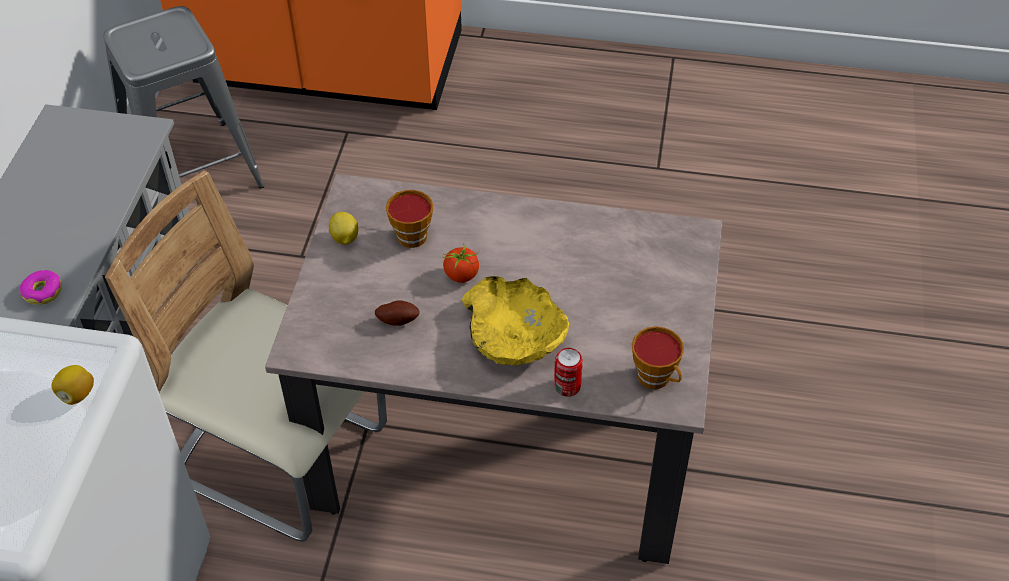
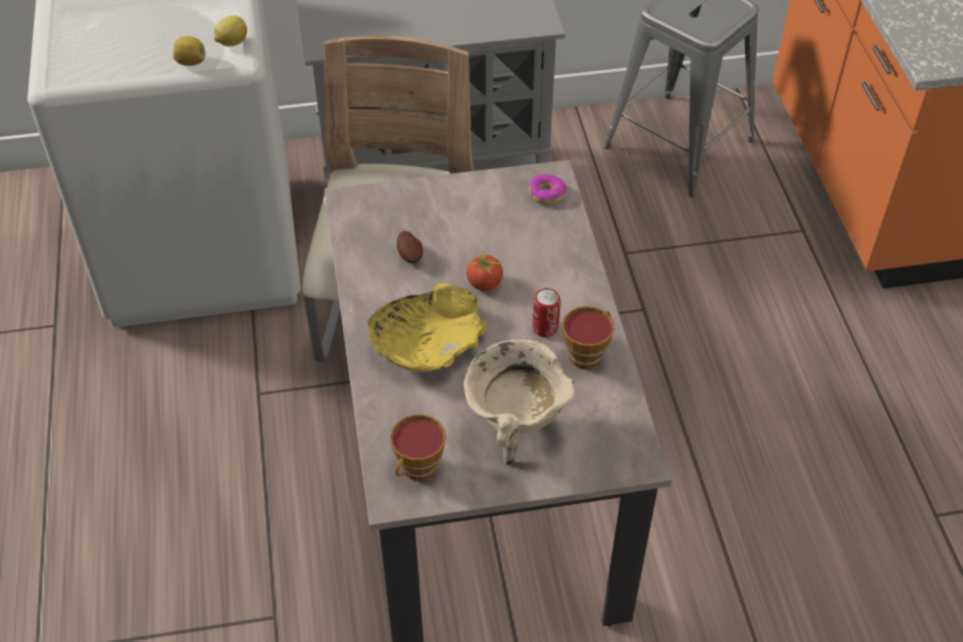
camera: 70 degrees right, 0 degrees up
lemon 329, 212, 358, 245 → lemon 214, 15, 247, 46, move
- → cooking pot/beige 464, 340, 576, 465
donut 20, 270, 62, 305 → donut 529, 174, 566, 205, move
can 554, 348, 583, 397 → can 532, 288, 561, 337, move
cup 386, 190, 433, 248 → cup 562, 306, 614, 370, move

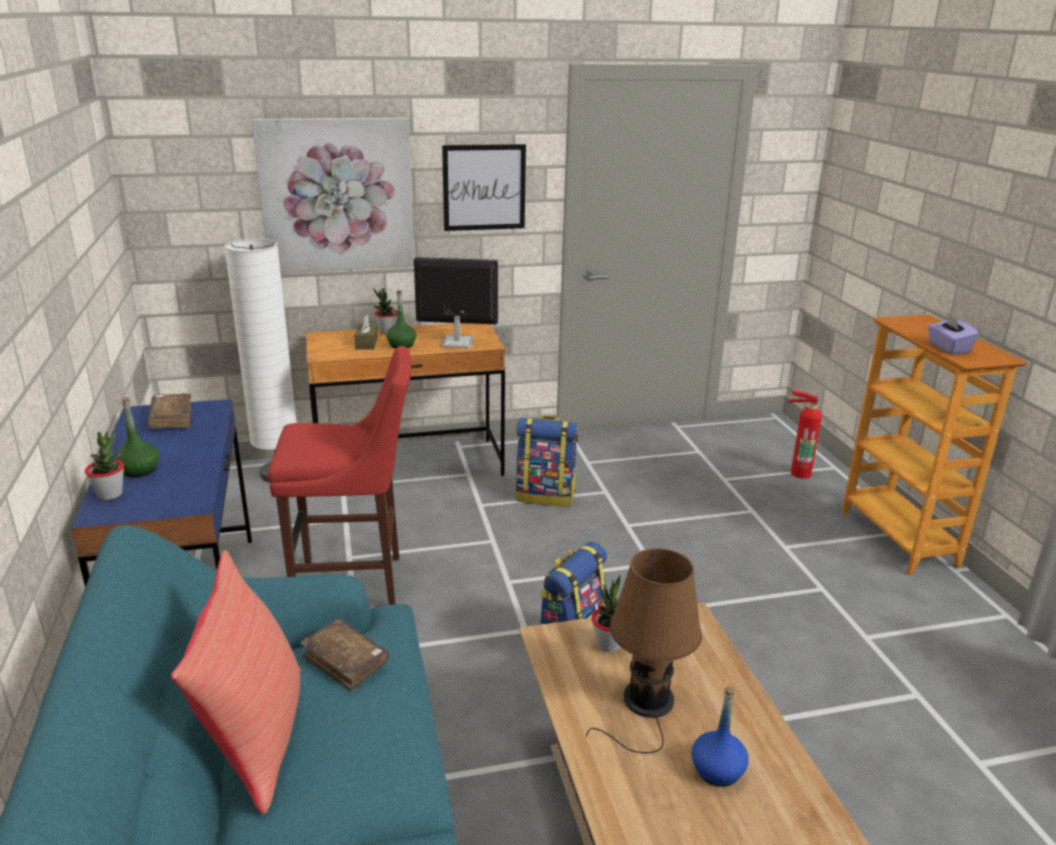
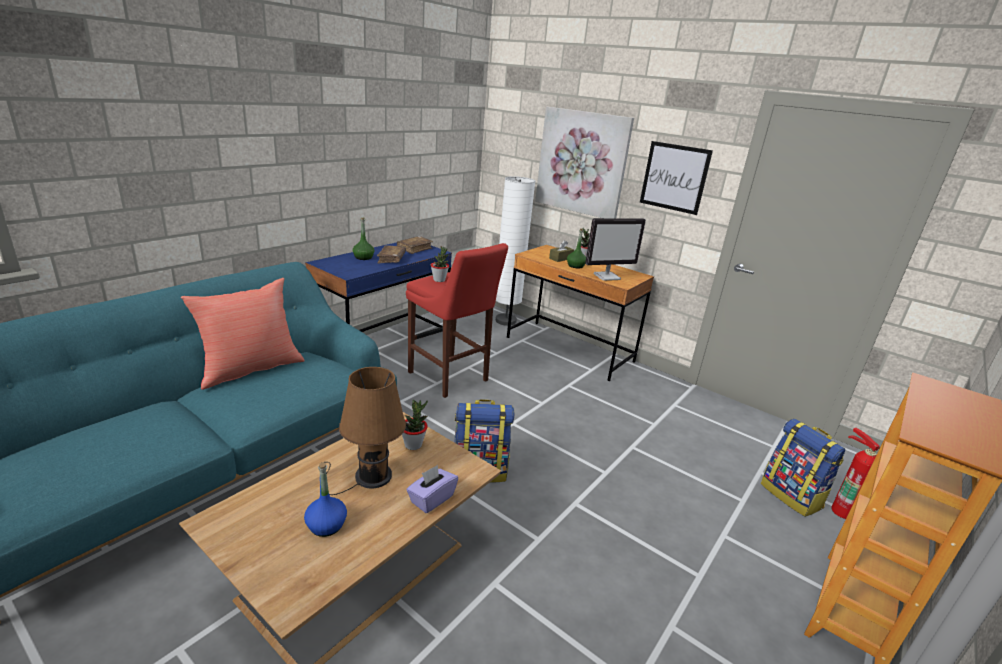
camera: 50 degrees right, 0 degrees up
book/brown 300, 619, 389, 692 → book/brown 377, 245, 406, 263, move
tissue box/purple 928, 314, 979, 354 → tissue box/purple 406, 465, 458, 513, move
potted plant 85, 432, 124, 500 → potted plant 431, 246, 449, 282, move
monitor 414, 257, 498, 348 → monitor 585, 218, 646, 281, 105 degrees clockwise
backpack 516, 416, 578, 507 → backpack 761, 419, 845, 517, move

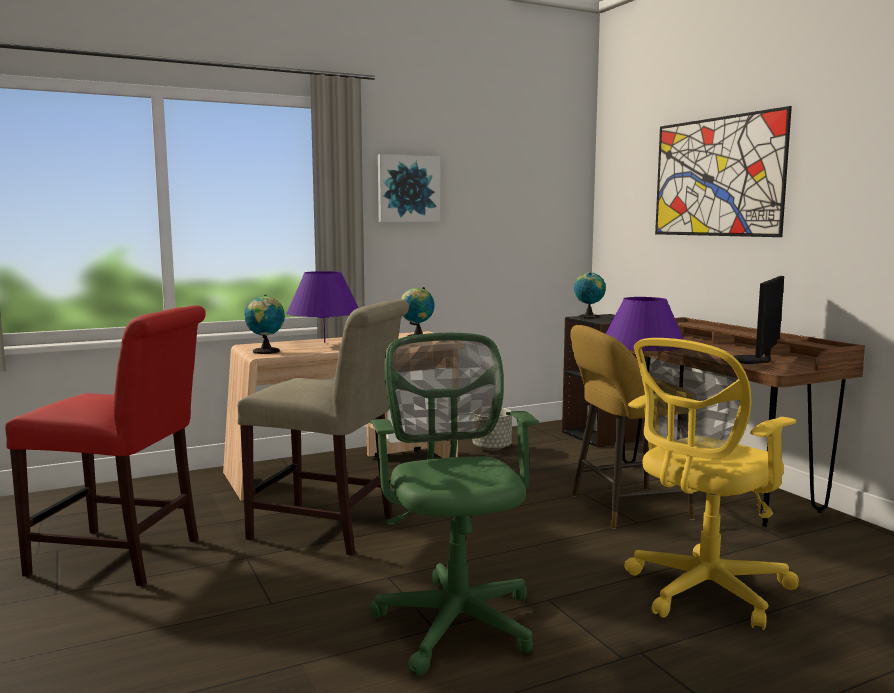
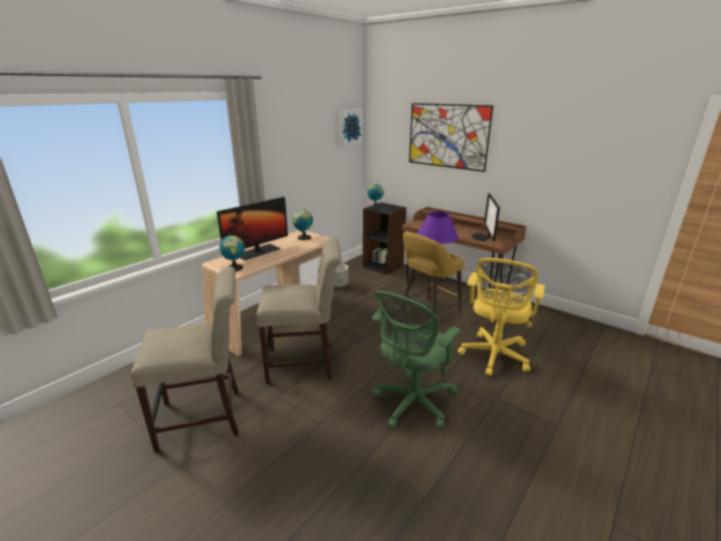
camera: 25 degrees left, 15 degrees up
chair/red 5, 305, 206, 586 → chair/beige 131, 267, 239, 452
table lamp/purple 287, 271, 359, 343 → monitor 217, 197, 288, 260
picture 378, 154, 440, 222 → picture 339, 108, 363, 146, move
office chair/green 369, 333, 539, 676 → office chair/green 372, 291, 461, 429, 105 degrees counterclockwise

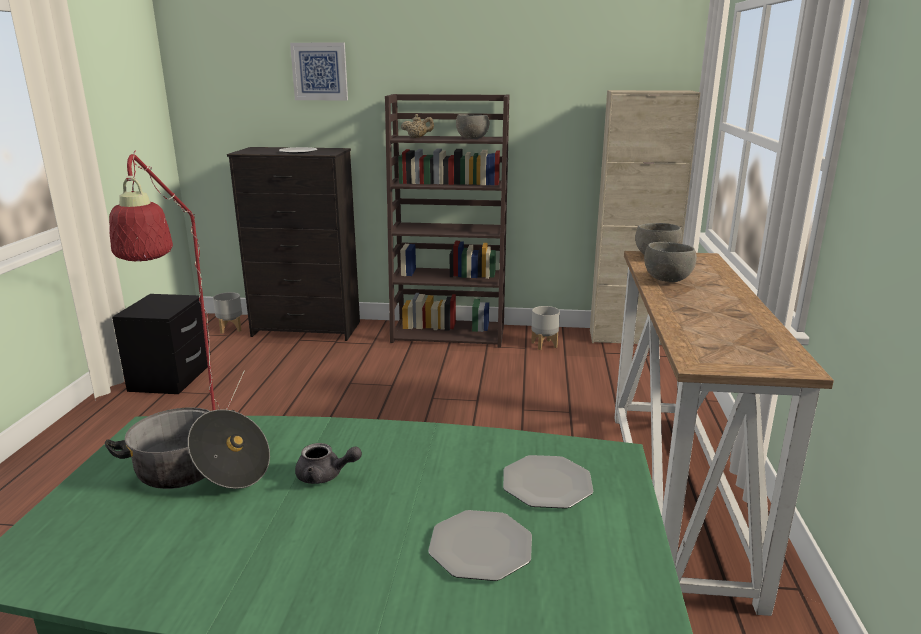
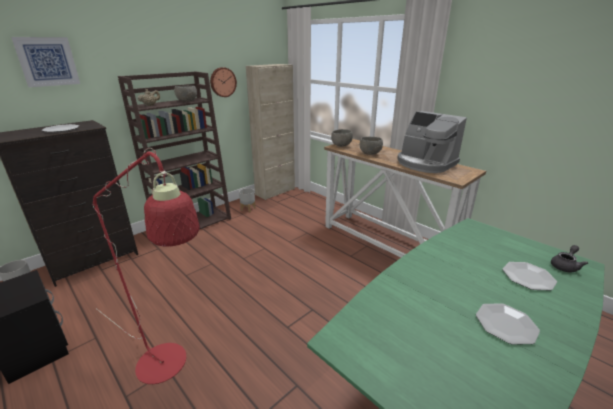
camera: 50 degrees left, 5 degrees up
- → wall clock 210, 67, 237, 97
- → coffee machine 397, 111, 467, 173
plate 503, 455, 593, 508 → plate 476, 304, 540, 345, move
teapot/grey 295, 443, 362, 484 → teapot/grey 551, 245, 588, 273, move
cooking pot 105, 407, 270, 489 → -

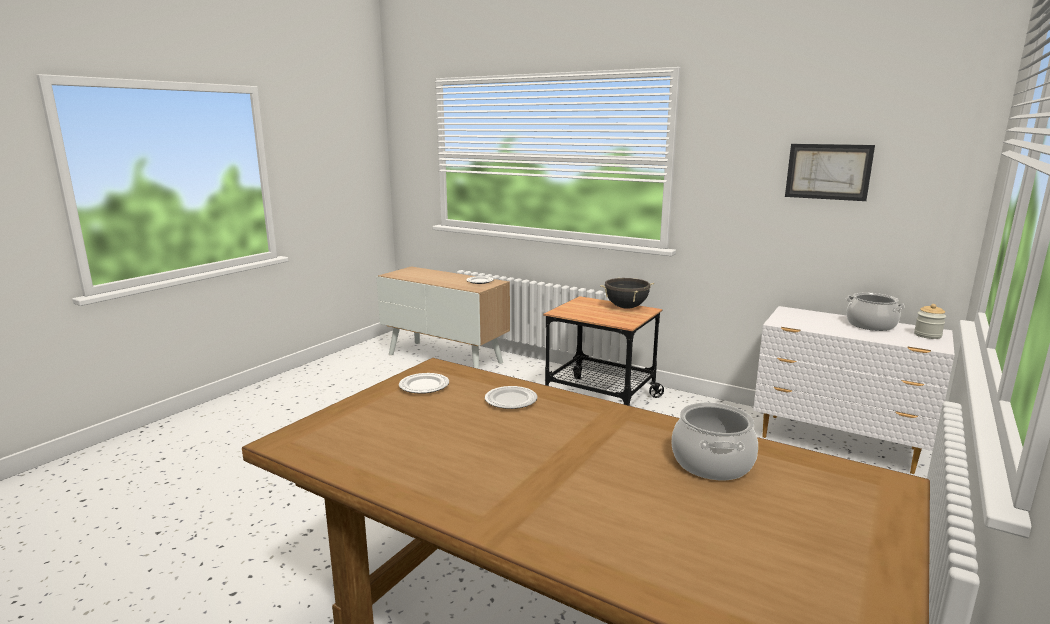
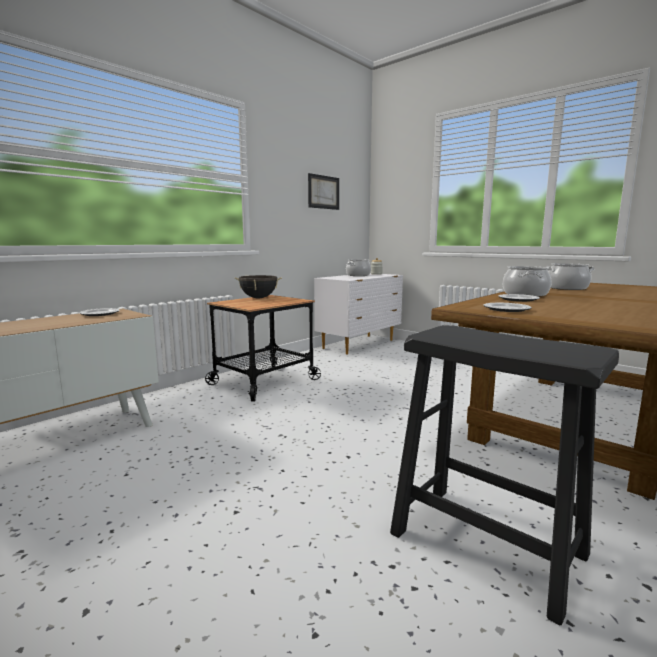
camera: 80 degrees left, 5 degrees down
- → stool/black 390, 325, 619, 626
- → cooking pot 503, 266, 552, 296

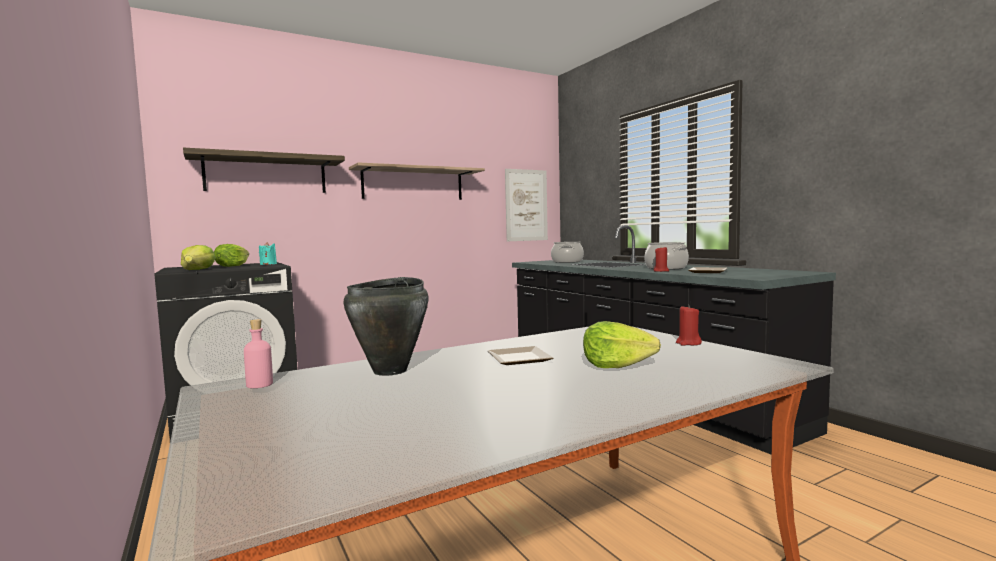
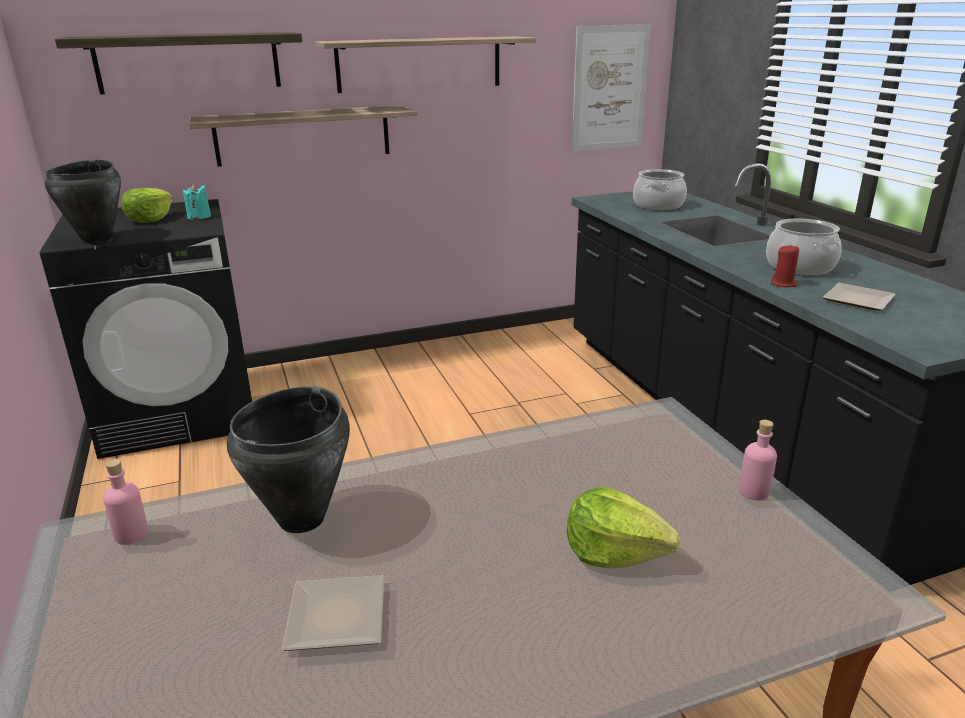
camera: 10 degrees right, 20 degrees up
lettuce 181, 245, 216, 270 → cooking pot/black 44, 159, 121, 243
- → shelf 189, 105, 418, 167
plate 488, 346, 553, 365 → plate 282, 575, 384, 651, move
candle/red 676, 306, 702, 346 → bottle/pink 739, 420, 777, 500

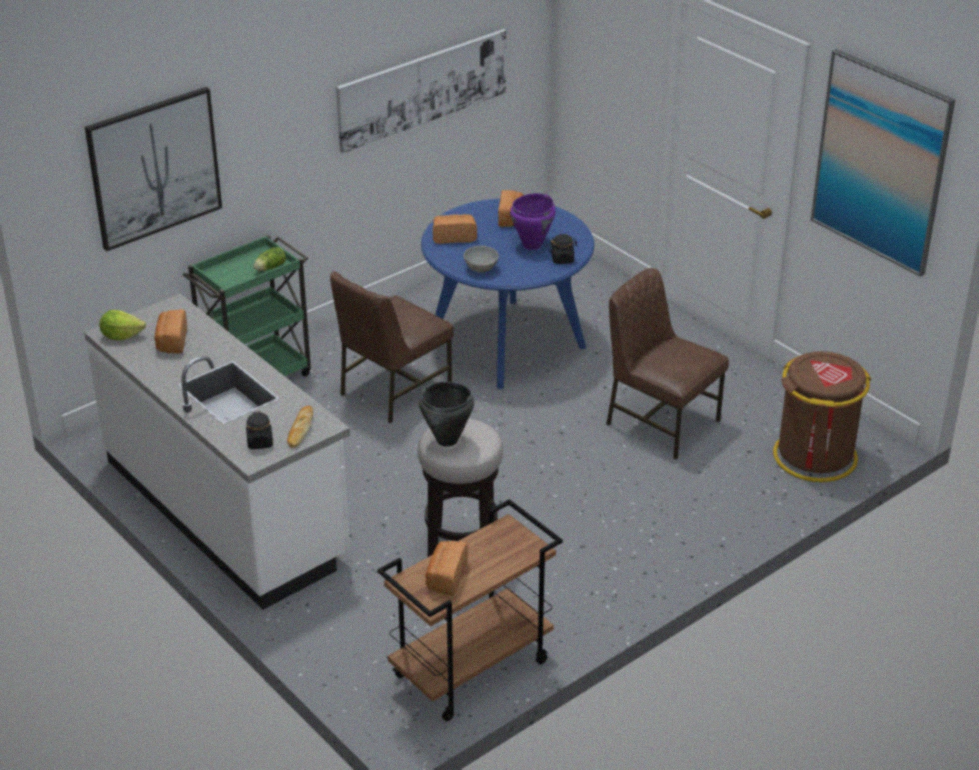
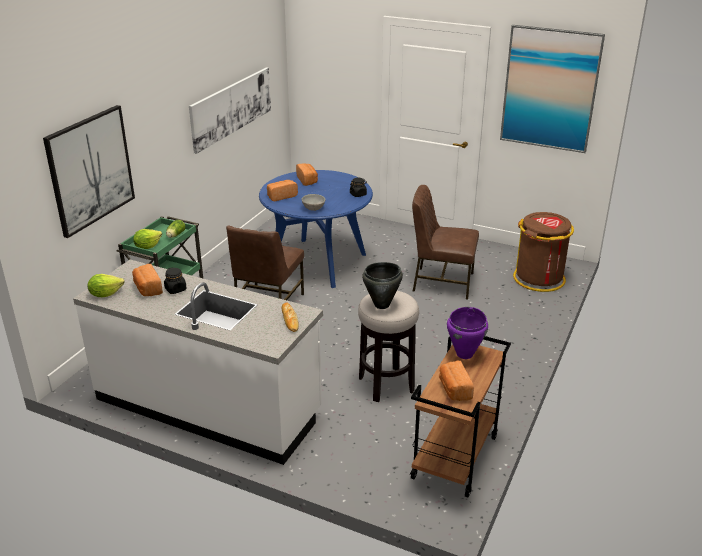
camera: 25 degrees left, 5 degrees down
- → lettuce 133, 229, 162, 249
jar/black 246, 411, 273, 449 → jar/black 164, 268, 187, 294, move
cooking pot/purple 510, 193, 556, 250 → cooking pot/purple 447, 307, 488, 359, move

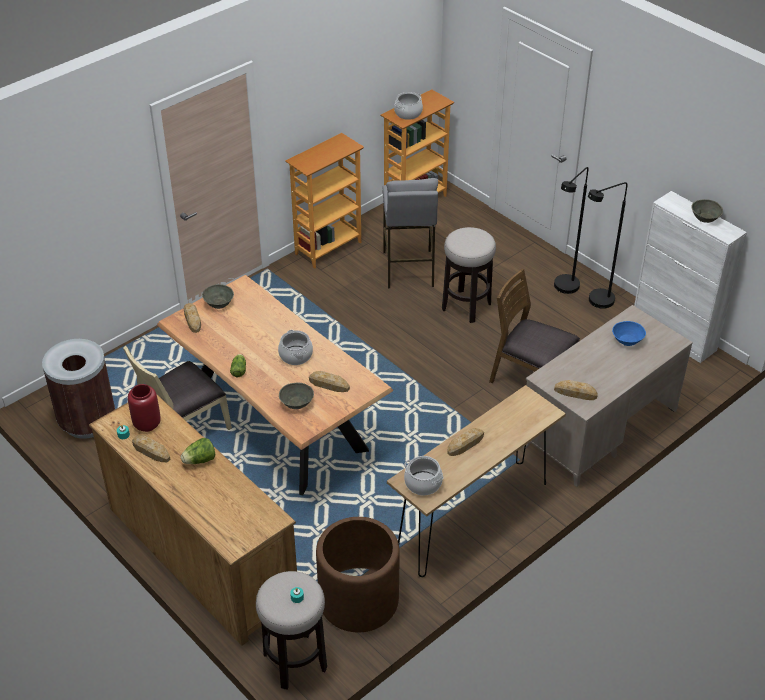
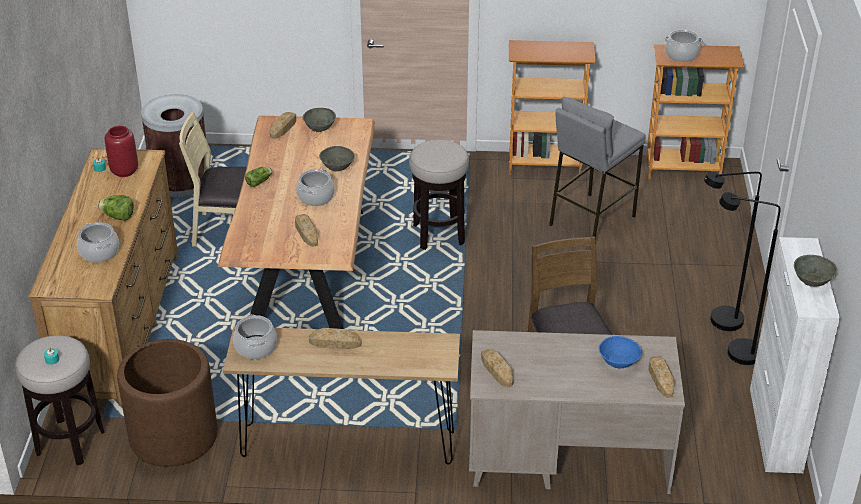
camera: 45 degrees right, 5 degrees down
- → cooking pot 77, 222, 119, 263
bowl/grey 279, 383, 314, 409 → bowl/grey 319, 146, 355, 171, move
stool 442, 227, 496, 323 → stool 409, 140, 469, 250, move
bread 132, 435, 170, 462 → bread 648, 356, 675, 398, move

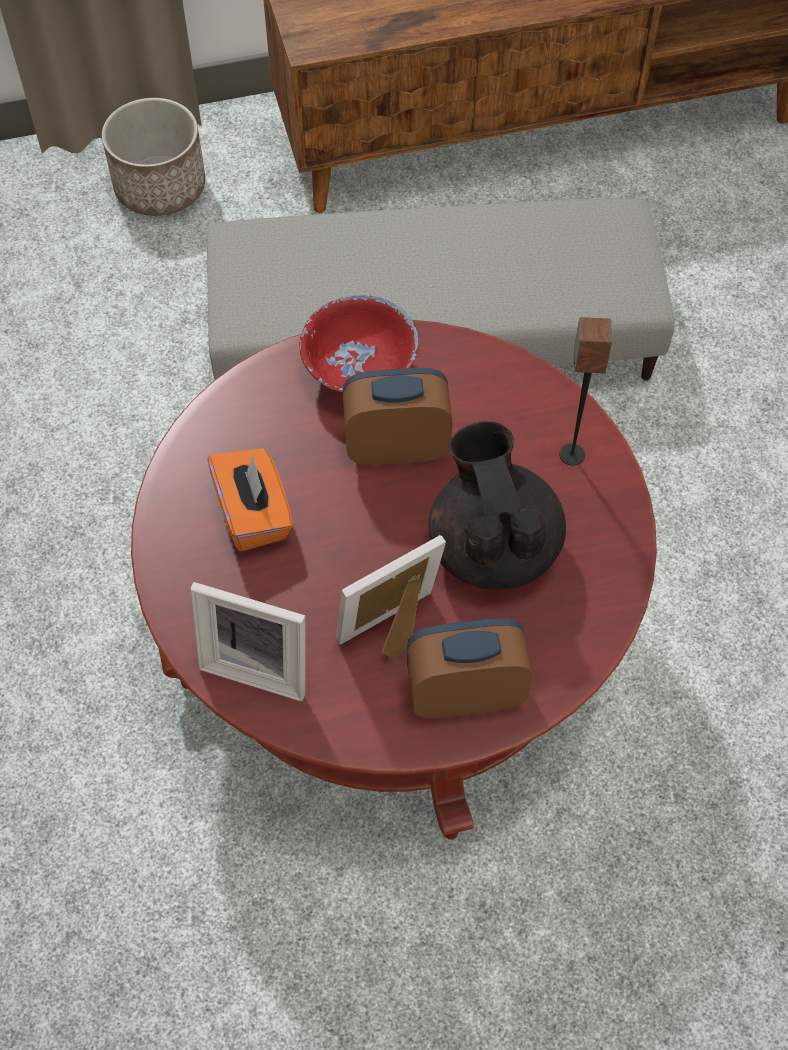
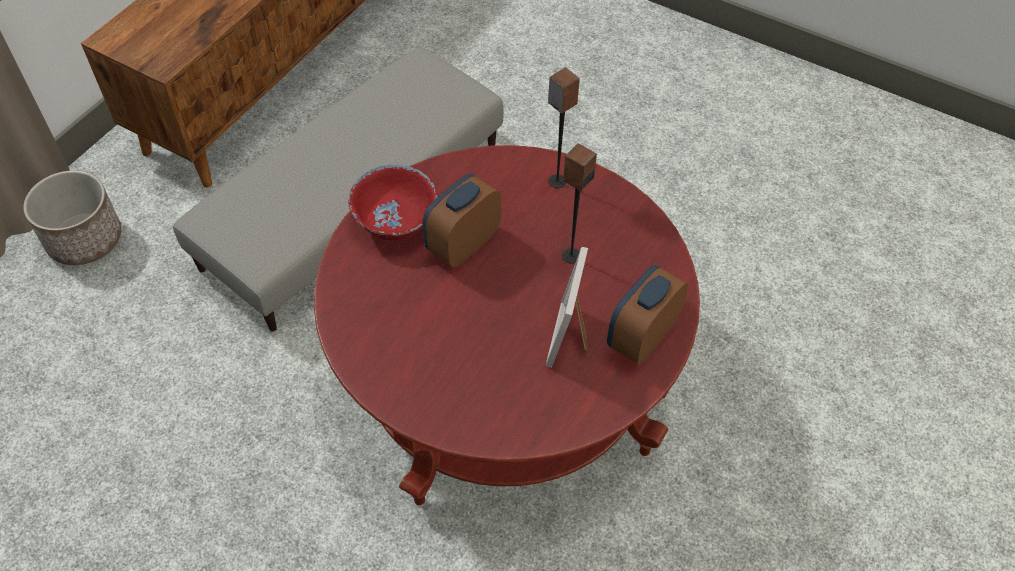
camera: 45 degrees left, 5 degrees down
teapot/black 428, 421, 566, 590 → speaker 562, 143, 597, 264
picture frame 191, 582, 305, 701 → -
tissue box/orange 207, 448, 293, 551 → -

